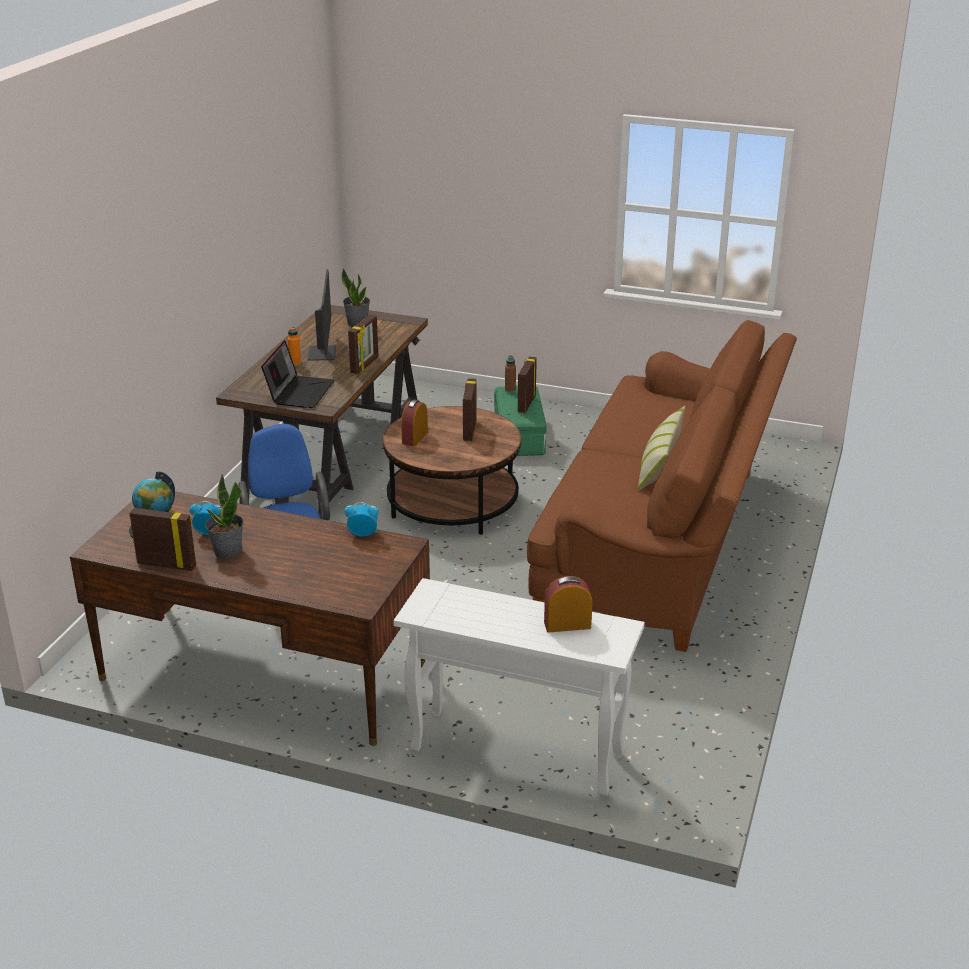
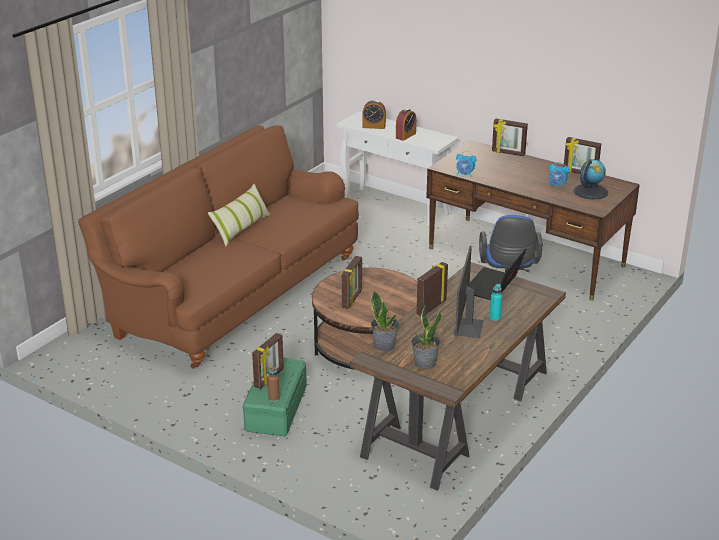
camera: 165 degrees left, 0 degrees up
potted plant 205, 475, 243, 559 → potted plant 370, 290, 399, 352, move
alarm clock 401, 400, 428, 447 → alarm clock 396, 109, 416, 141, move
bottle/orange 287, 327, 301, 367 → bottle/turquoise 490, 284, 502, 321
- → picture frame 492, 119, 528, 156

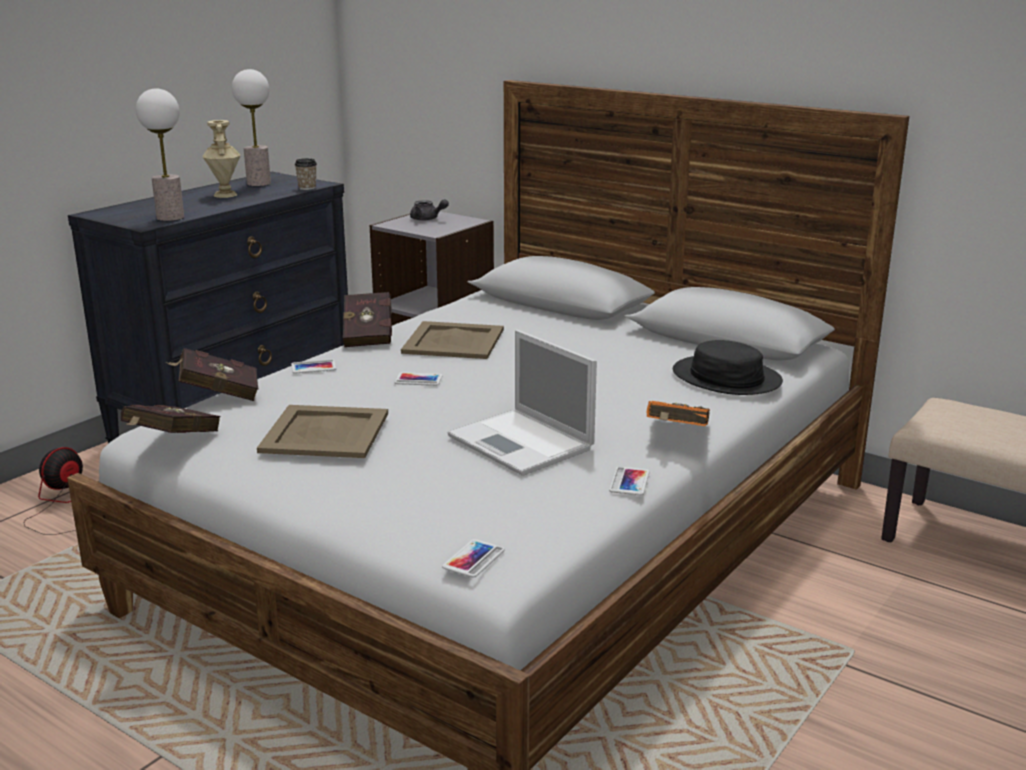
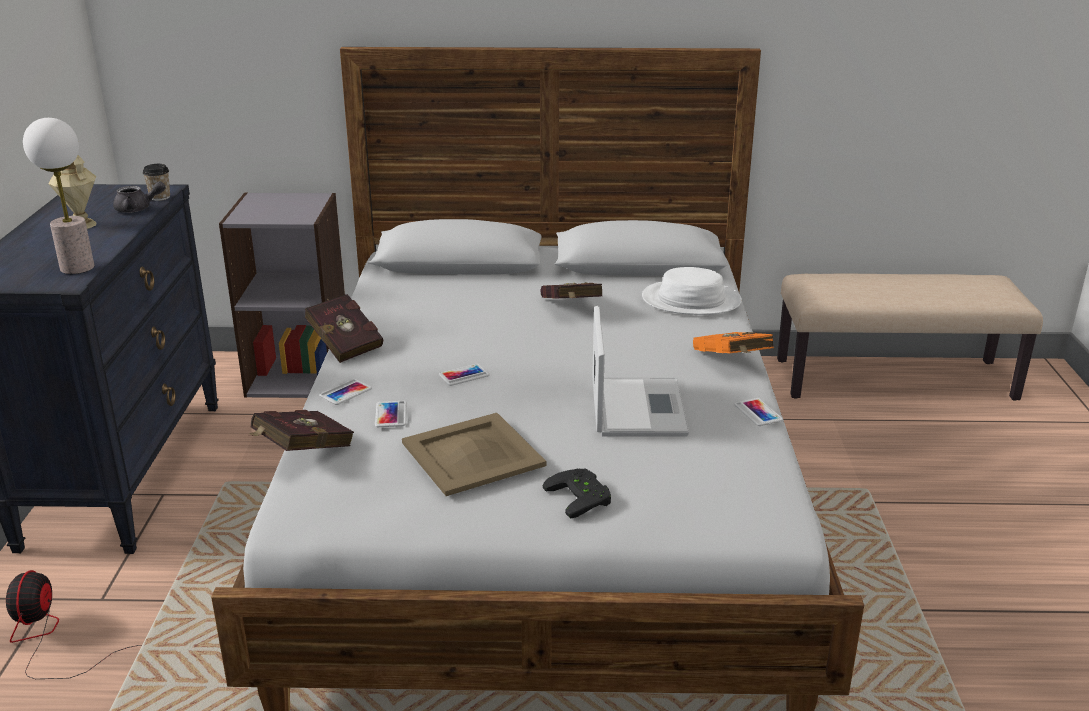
camera: 35 degrees left, 5 degrees up
teapot/grey 410, 199, 449, 221 → teapot/grey 113, 181, 166, 213, move
phone 442, 539, 505, 578 → phone 375, 401, 407, 427, move
book/red 120, 405, 220, 433 → book/red 541, 282, 603, 299, move
- → game controller/black 543, 468, 611, 518
laptop 448, 330, 597, 476 → laptop 592, 306, 689, 437, 105 degrees counterclockwise
hat/black 673, 340, 783, 395 → hat/white 642, 267, 742, 315
table lamp 232, 69, 271, 186 → -
tray/beige 401, 321, 504, 359 → -

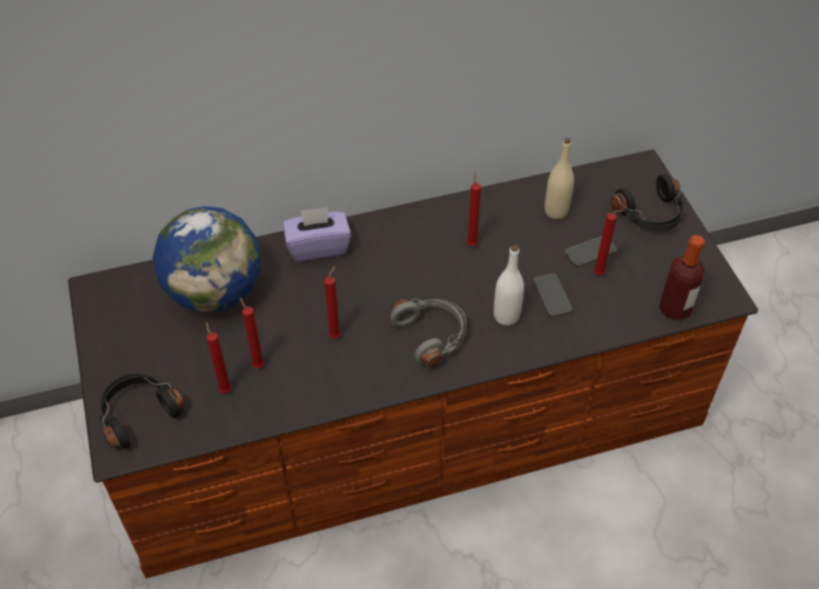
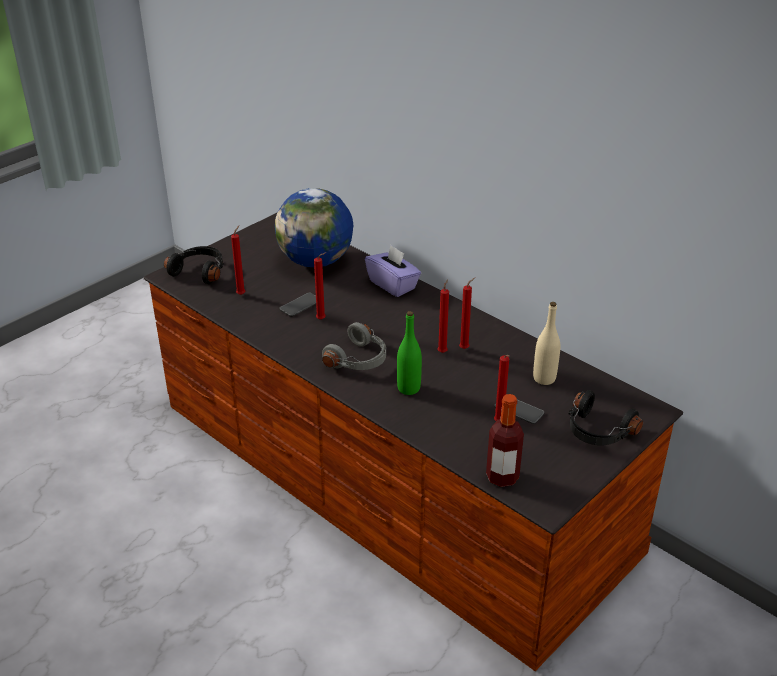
camera: 60 degrees right, 15 degrees down
phone 534, 274, 572, 317 → phone 279, 293, 316, 317, move
bottle/white 494, 245, 524, 326 → bottle/green 397, 311, 422, 395
candle/red 239, 297, 265, 368 → candle/red 437, 279, 449, 353, move

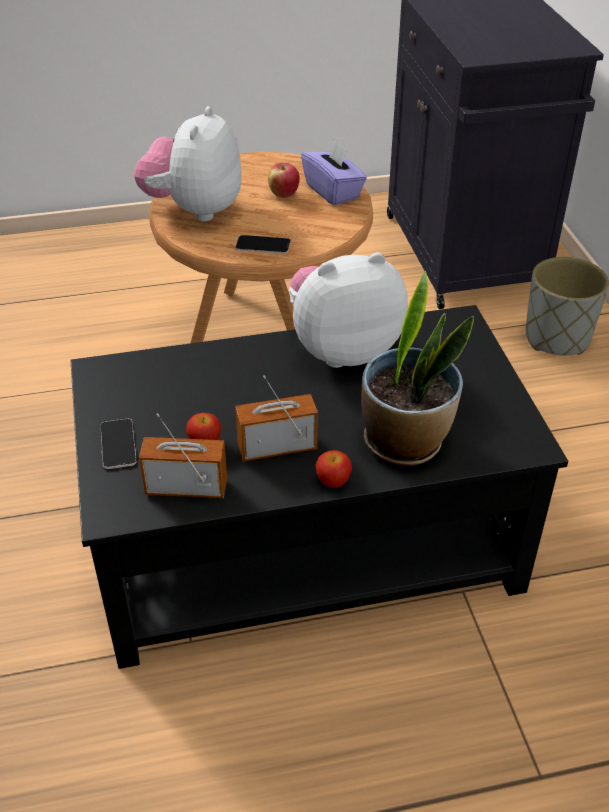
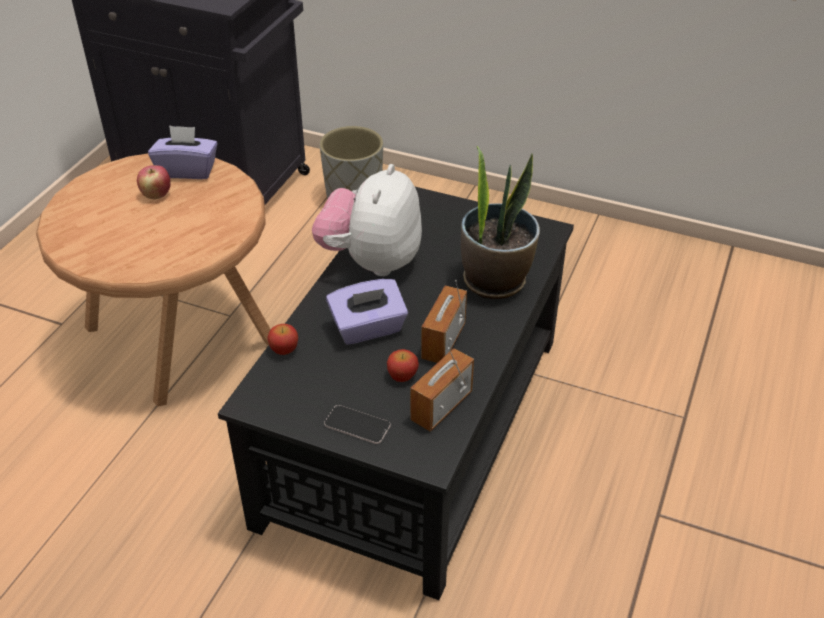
camera: 55 degrees left, 0 degrees up
apple 315, 450, 352, 488 → apple 267, 324, 298, 355, move
- → tissue box/purple 326, 279, 408, 345
plush toy 134, 106, 242, 222 → -
phone 235, 235, 291, 254 → -

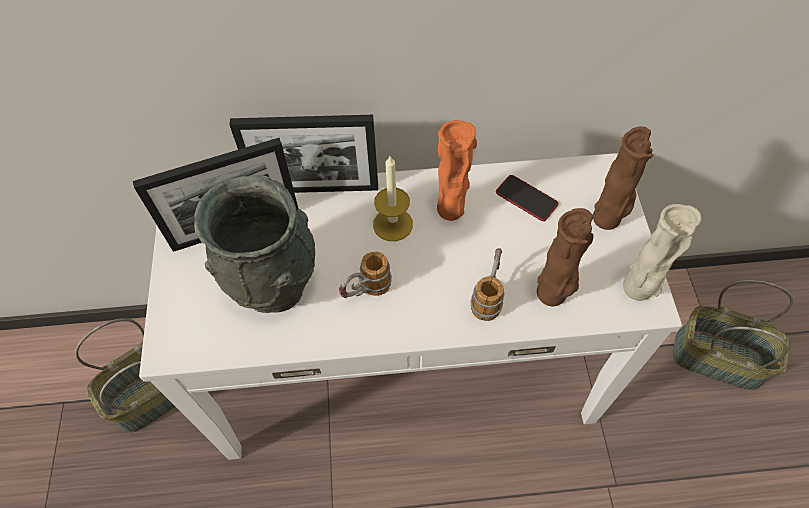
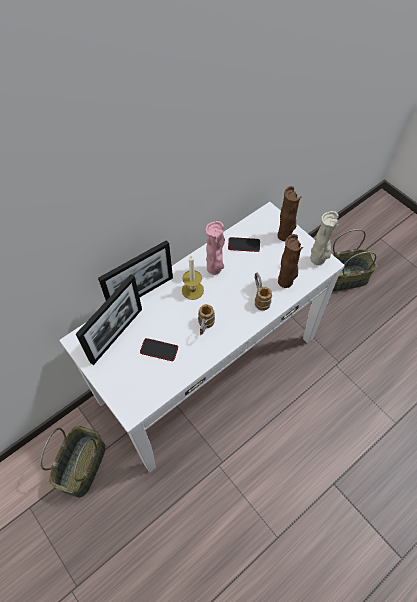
camera: 35 degrees left, 0 degrees up
vase/grey 194, 175, 315, 313 → phone 140, 338, 178, 361
vase/orange 437, 120, 477, 221 → vase/pink 206, 221, 225, 275

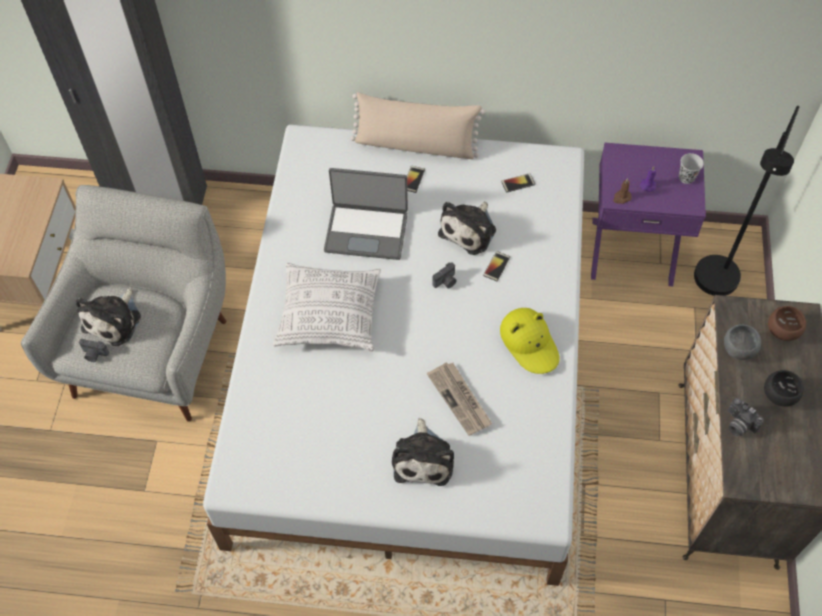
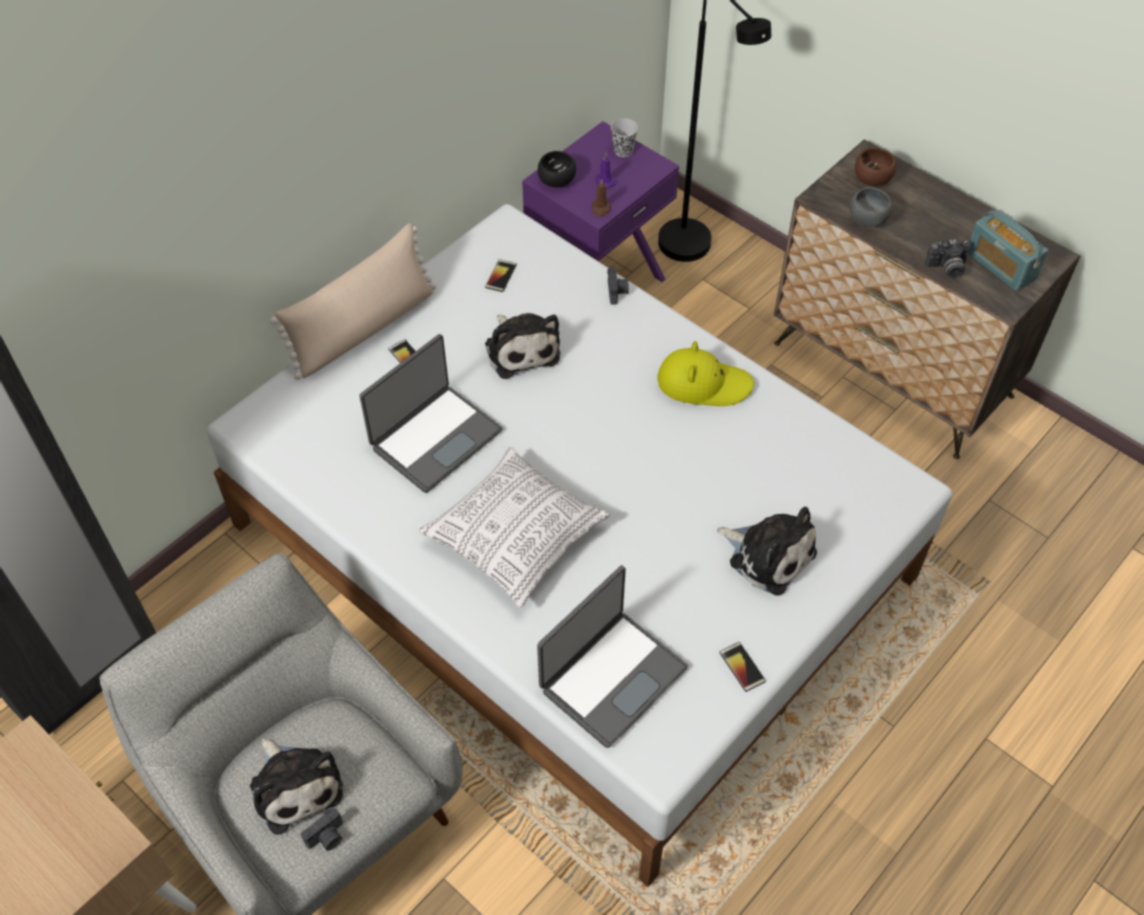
camera: 55 degrees left, 5 degrees down
- → laptop 537, 565, 688, 748
bowl/black 764, 370, 804, 407 → bowl/black 538, 151, 576, 187, move
photo camera 432, 262, 457, 289 → photo camera 607, 267, 629, 305, move
phone 483, 251, 510, 281 → phone 720, 642, 766, 692, move
- → radio 968, 210, 1048, 291
newspaper 427, 363, 493, 436 → -

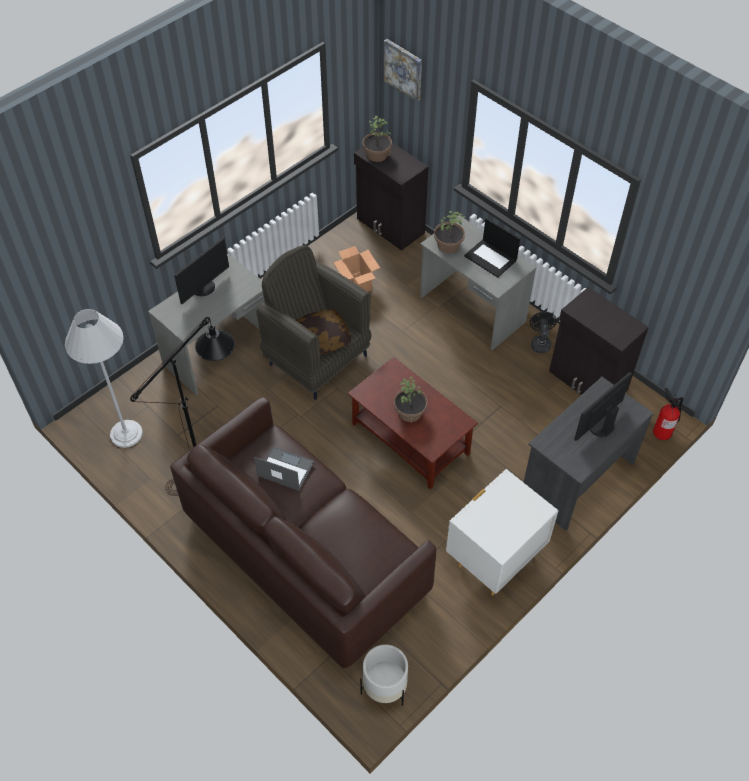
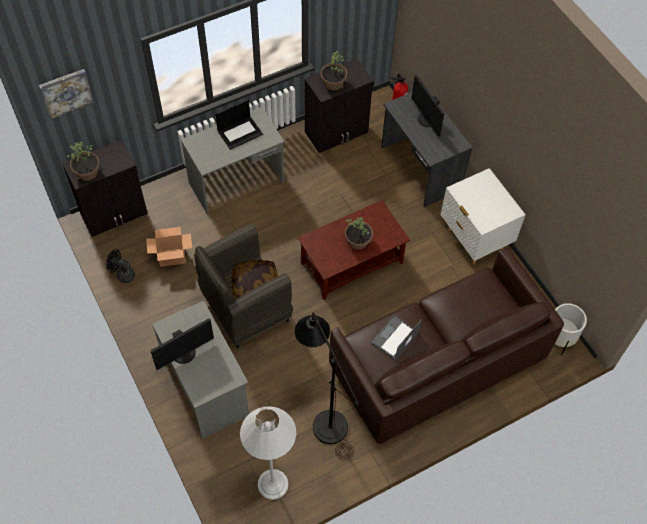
camera: 75 degrees left, 5 degrees up
fan/black 530, 312, 557, 353 → fan/black 106, 249, 135, 283, move
monitor 174, 237, 229, 304 → monitor 151, 318, 214, 370, 90 degrees clockwise
potted plant 434, 211, 465, 253 → potted plant 321, 51, 347, 90, move

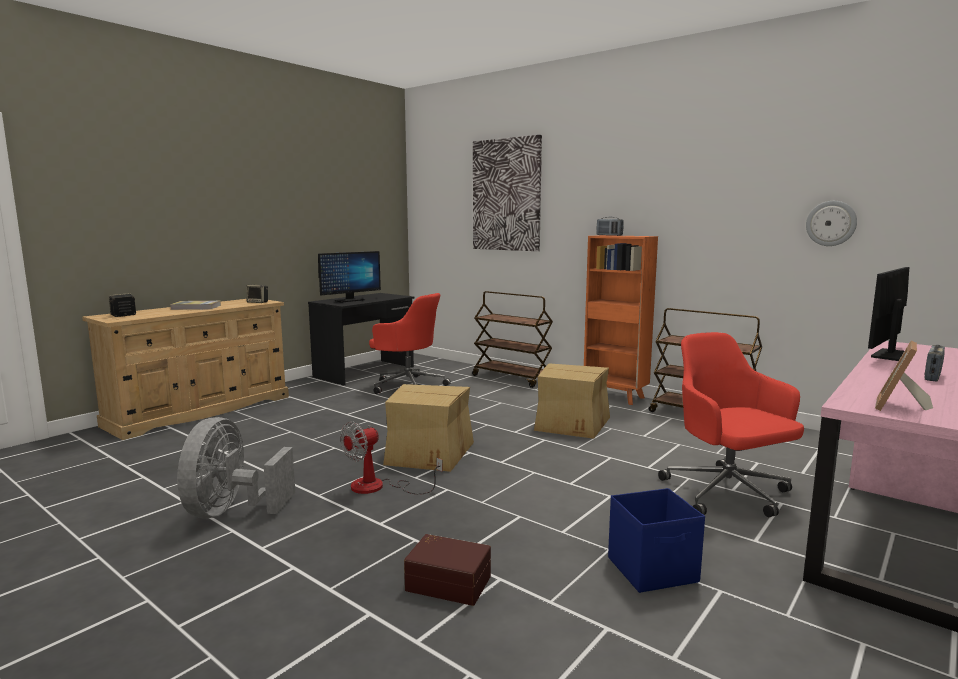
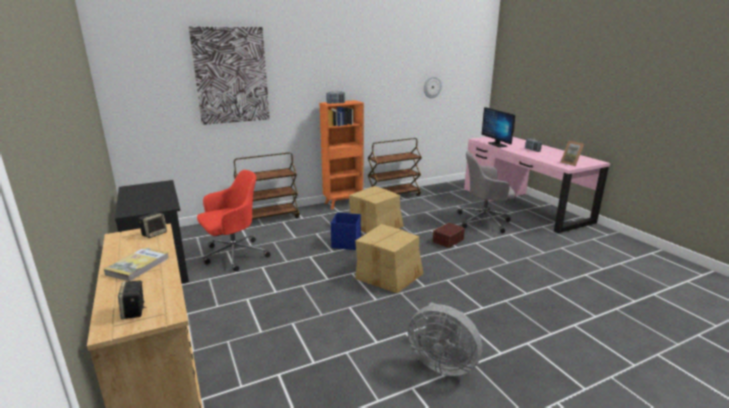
camera: 65 degrees left, 10 degrees up
storage box/blue 608, 488, 705, 593 → storage box/blue 331, 213, 361, 250, move
storage box/brown 404, 534, 491, 606 → storage box/brown 433, 223, 465, 248, move
office chair/red 658, 332, 804, 517 → office chair/grey 457, 151, 515, 233
monitor 318, 251, 381, 303 → -
fan 340, 421, 443, 494 → -

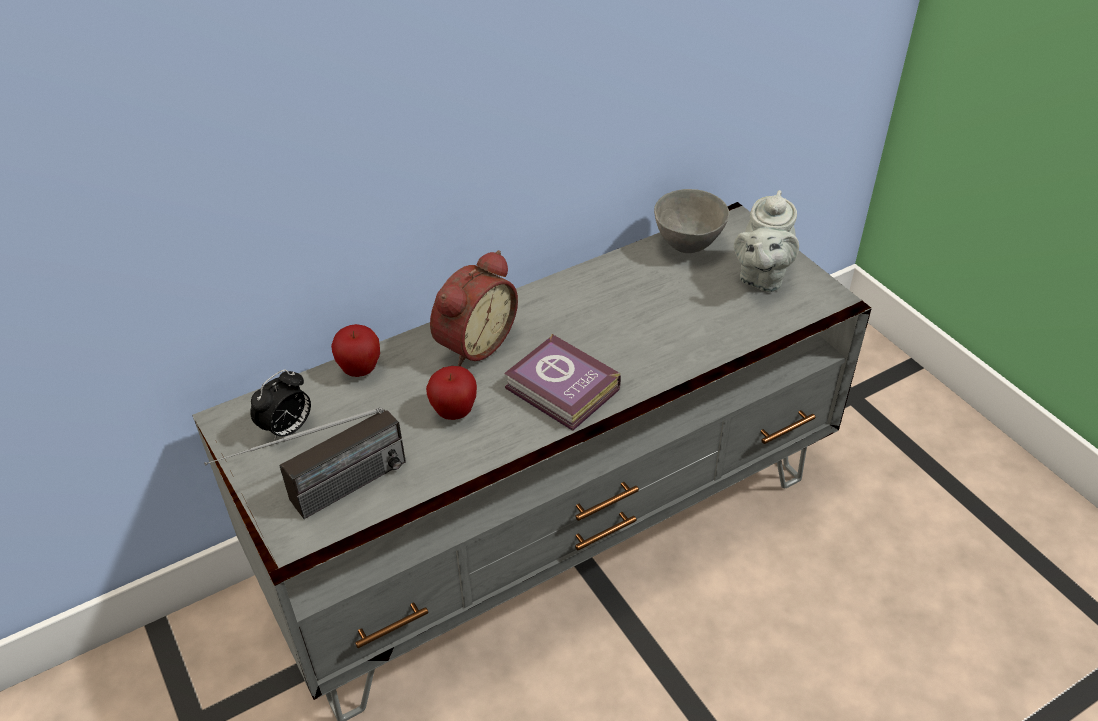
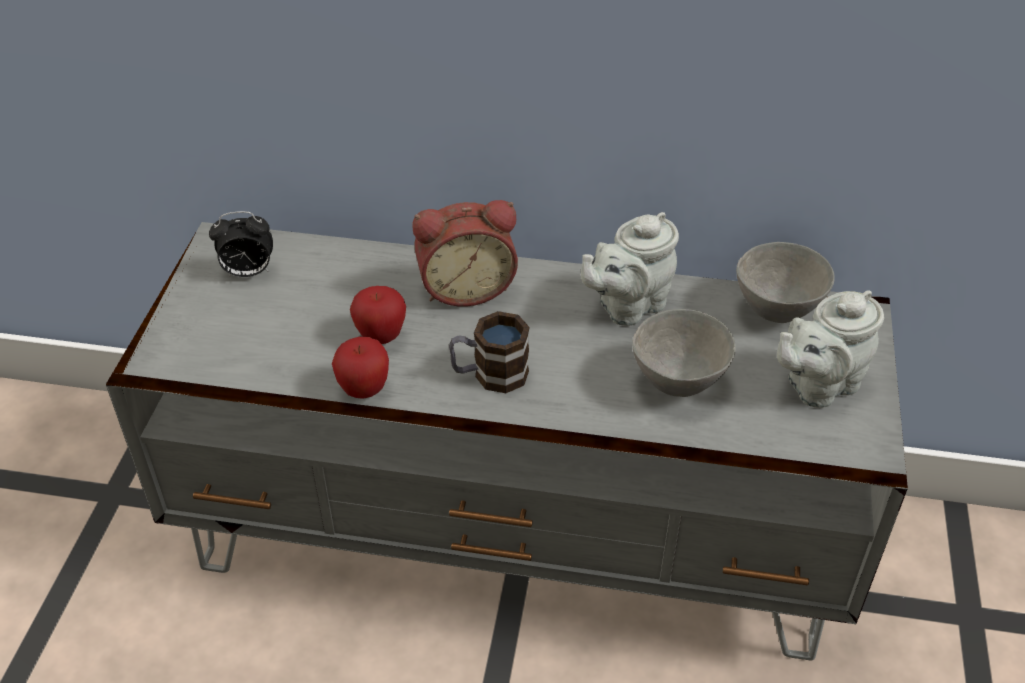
camera: 40 degrees right, 0 degrees up
apple 331, 324, 380, 377 → apple 332, 336, 389, 399, move
book 504, 334, 621, 431 → mug 449, 311, 530, 393
- → teapot/grey 581, 212, 679, 326
- → bowl/grey 633, 309, 736, 397
radio 204, 407, 406, 519 → -

